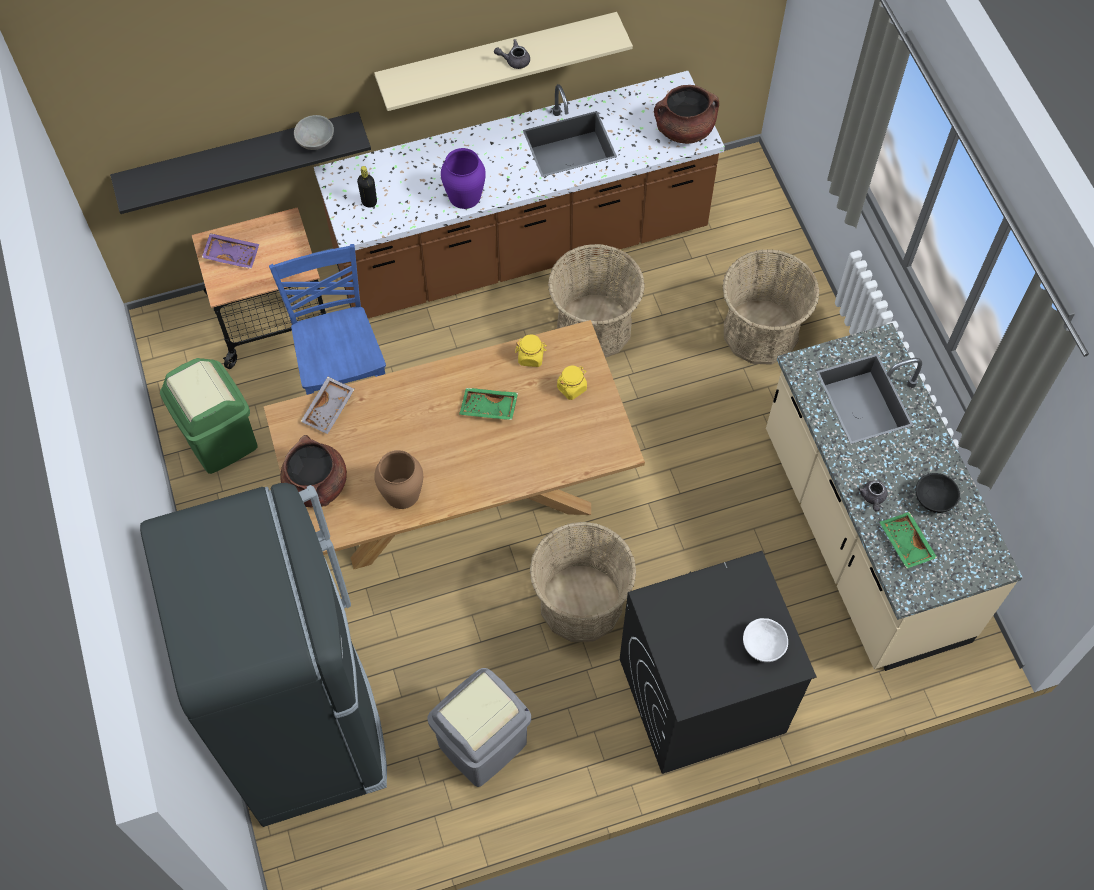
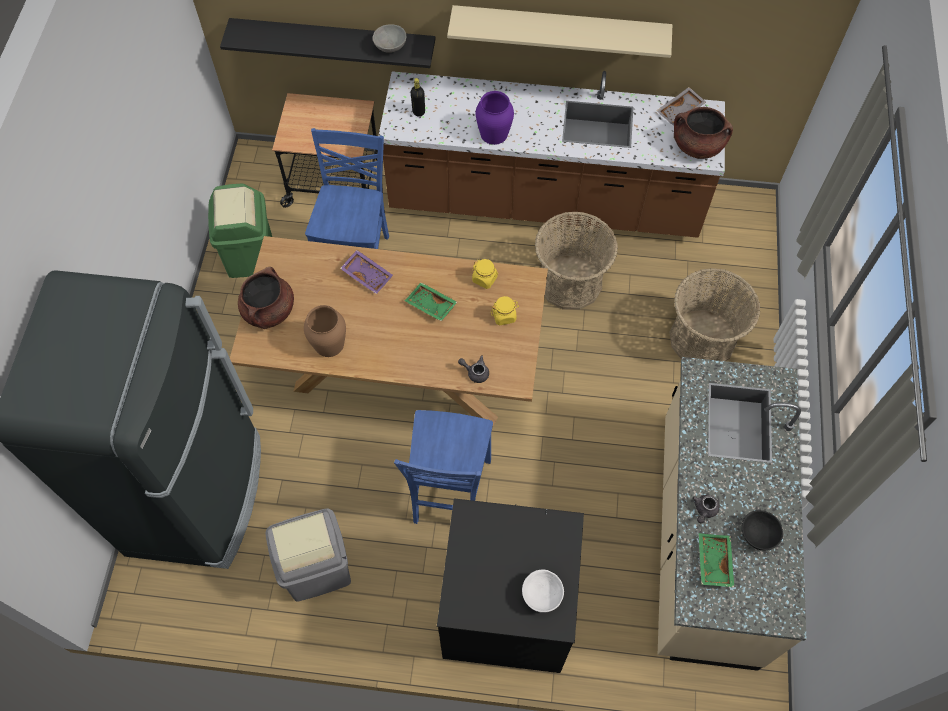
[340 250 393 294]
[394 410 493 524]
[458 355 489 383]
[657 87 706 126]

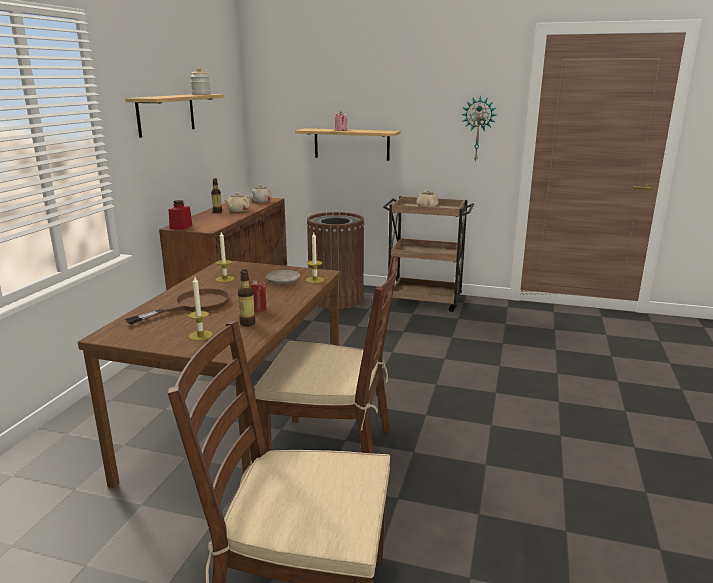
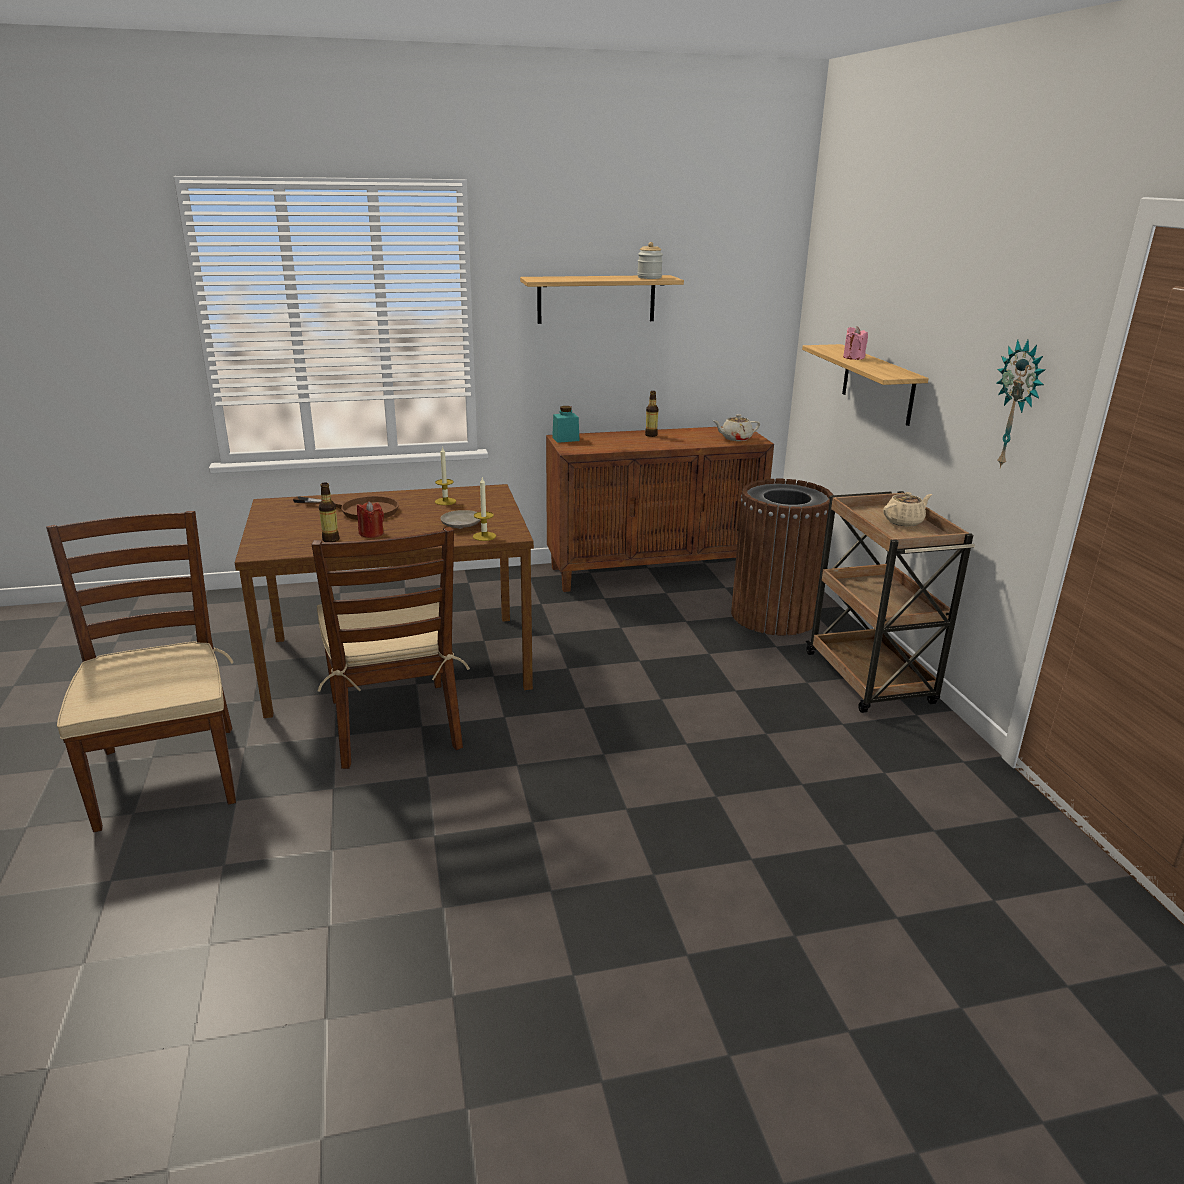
[552 406 580 443]
[188 277 213 341] (first image)
[224 192 250 212] (first image)

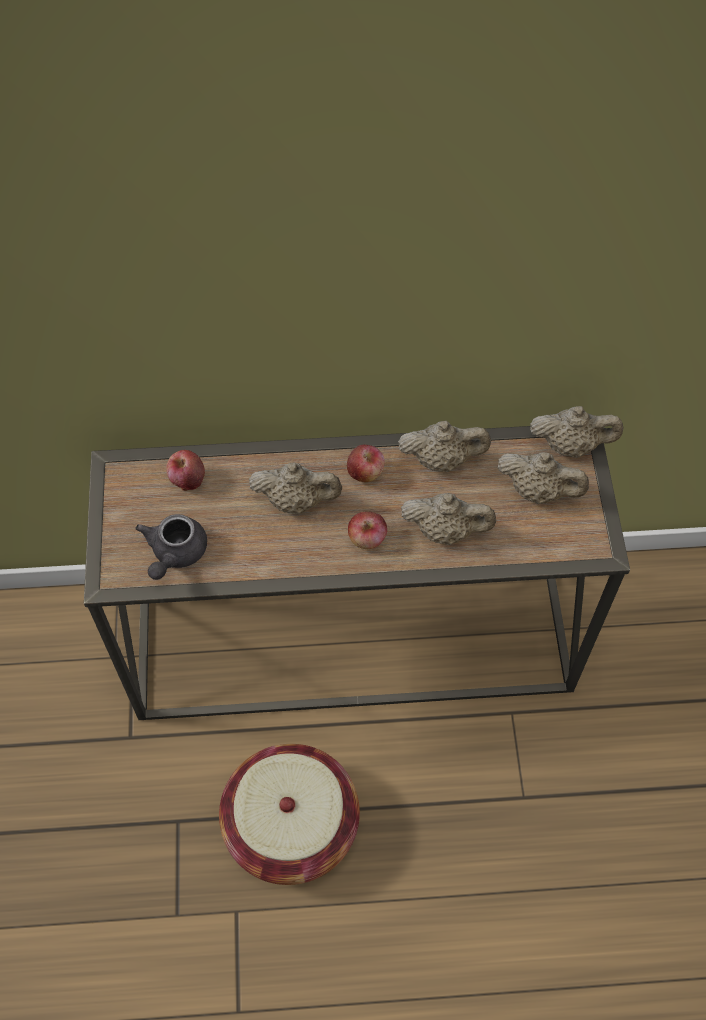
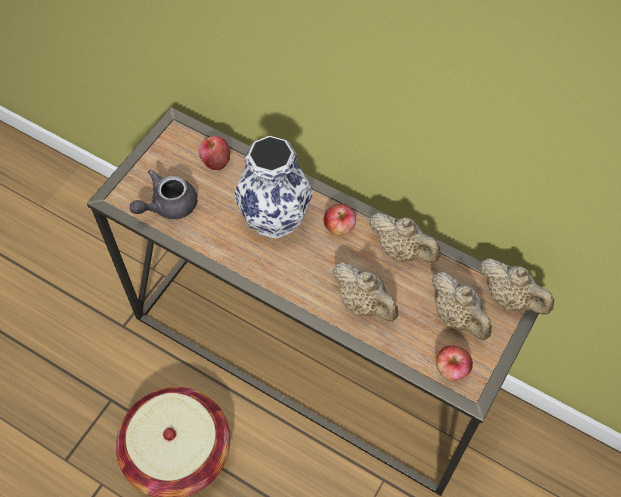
[234 136 313 239]
[436 345 473 381]

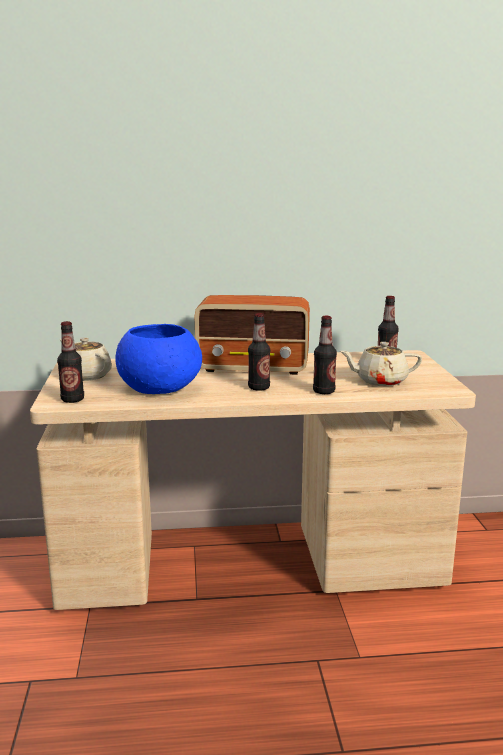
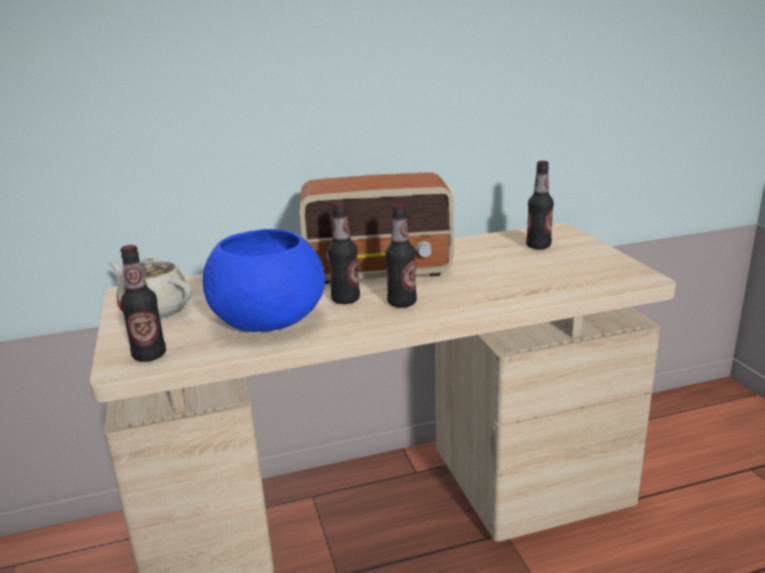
[328 202 360 304]
[340 342 422 386] (first image)

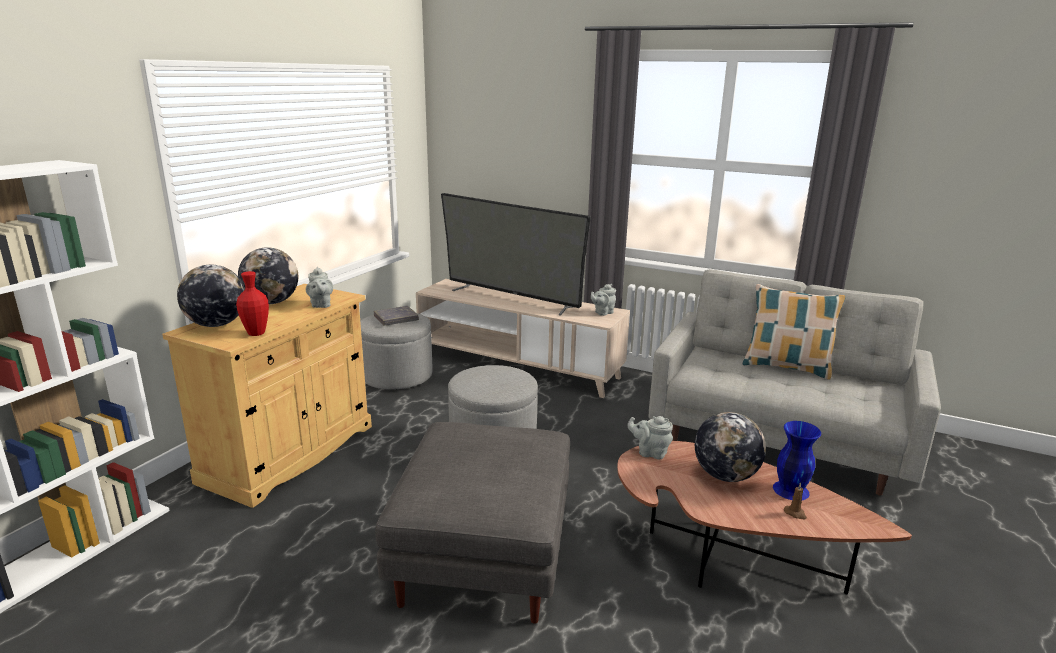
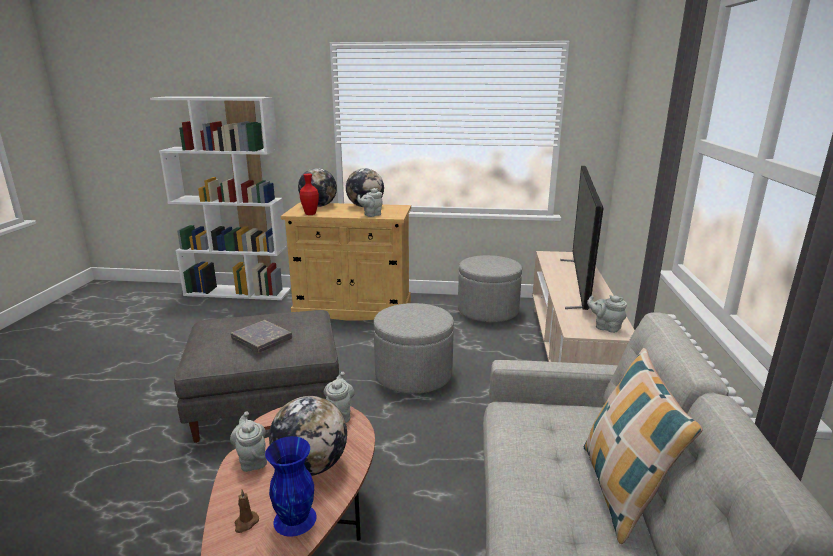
[230 411 267 472]
[231 320 292 353]

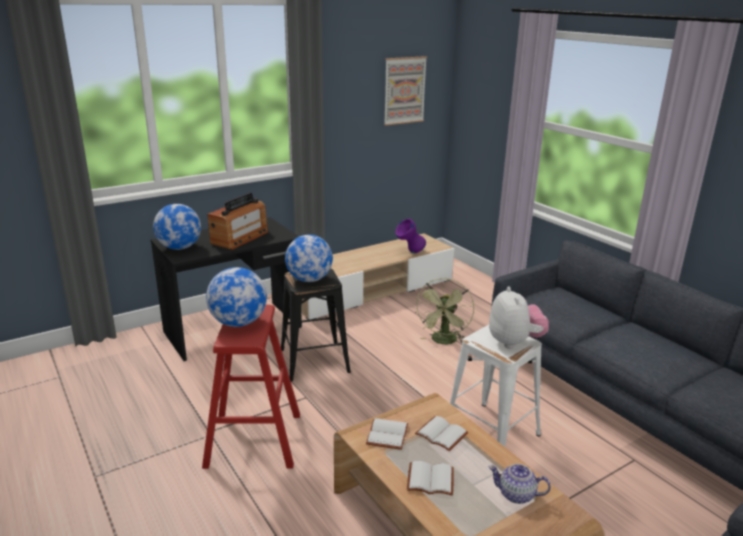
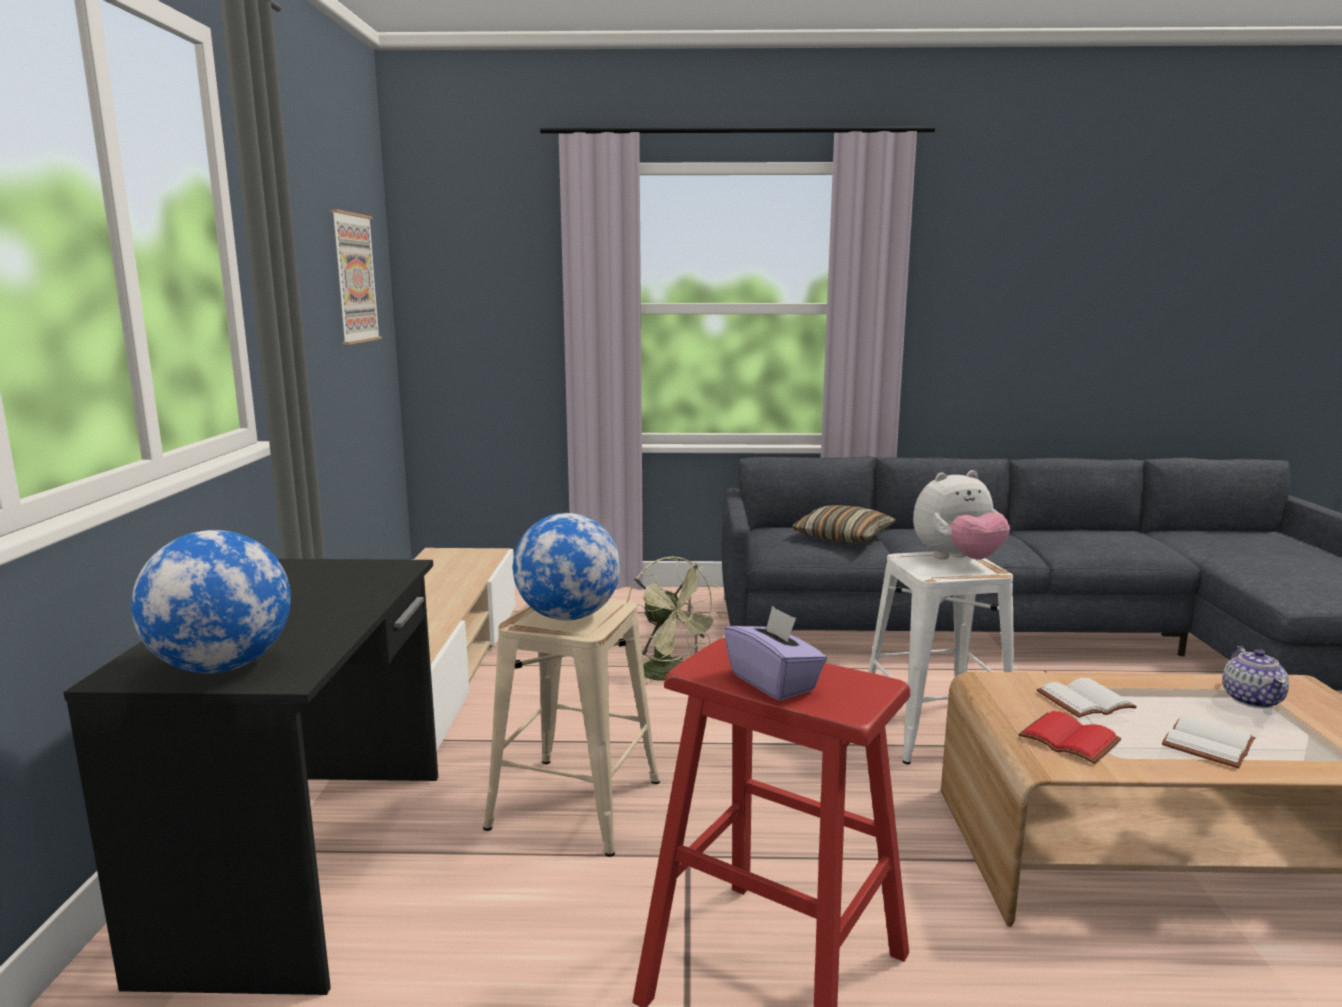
[483 599 660 857]
[724 606 827 701]
[792 505 896 542]
[913 470 1010 560]
[1018 711 1121 764]
[1222 646 1289 708]
[207 193 268 250] (first image)
[395 219 426 253] (first image)

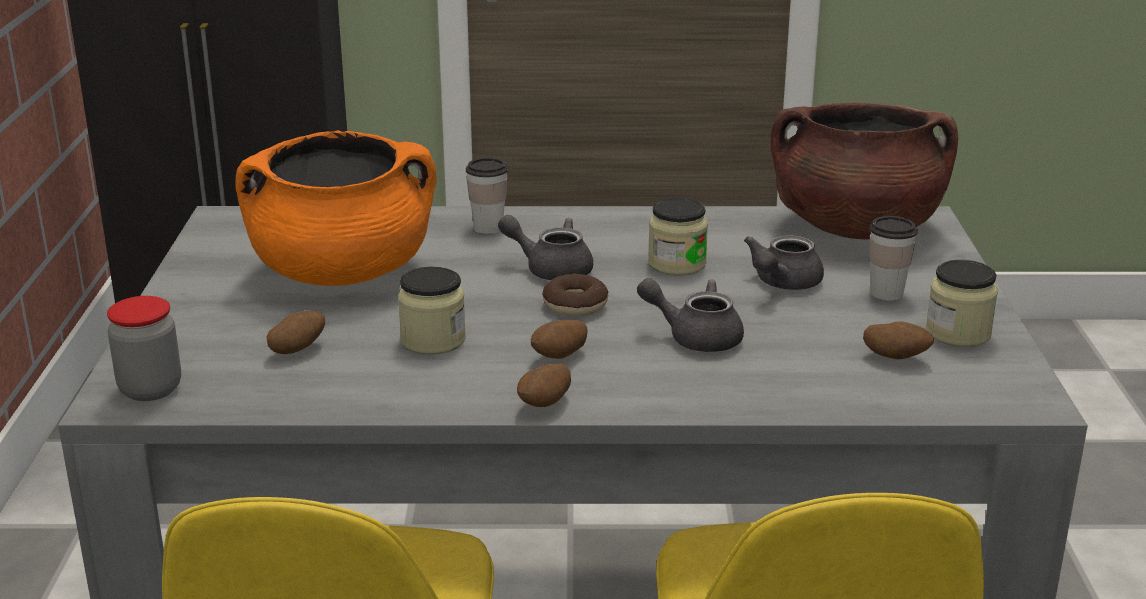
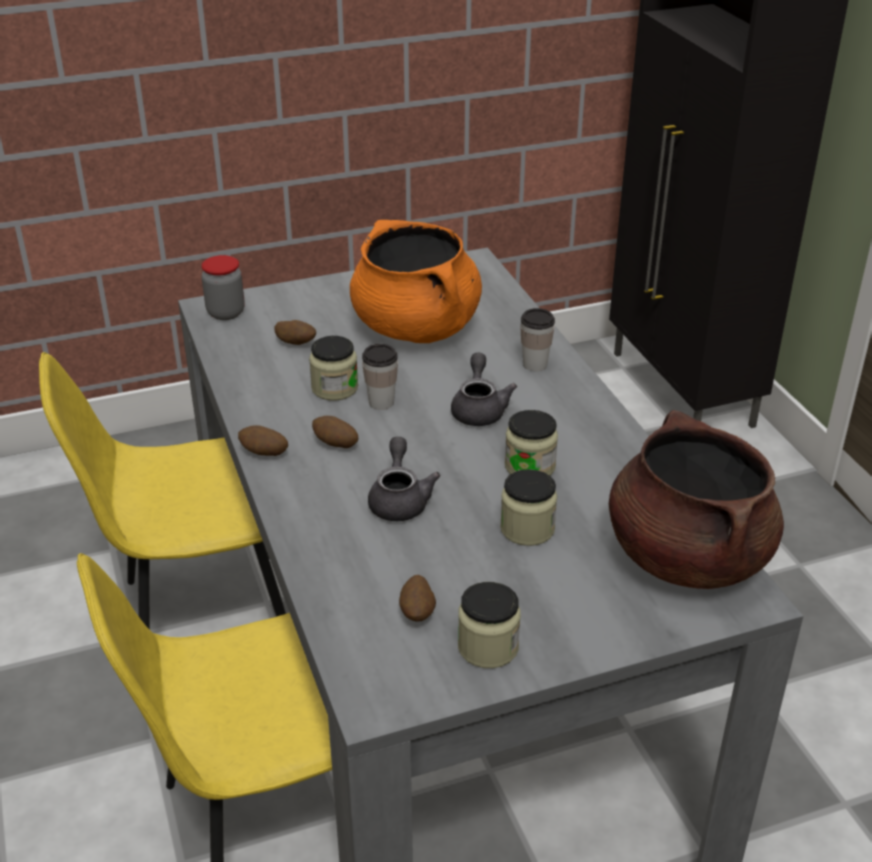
[362 344 398 410]
[500 469 557 546]
[542 274 608 316] (first image)

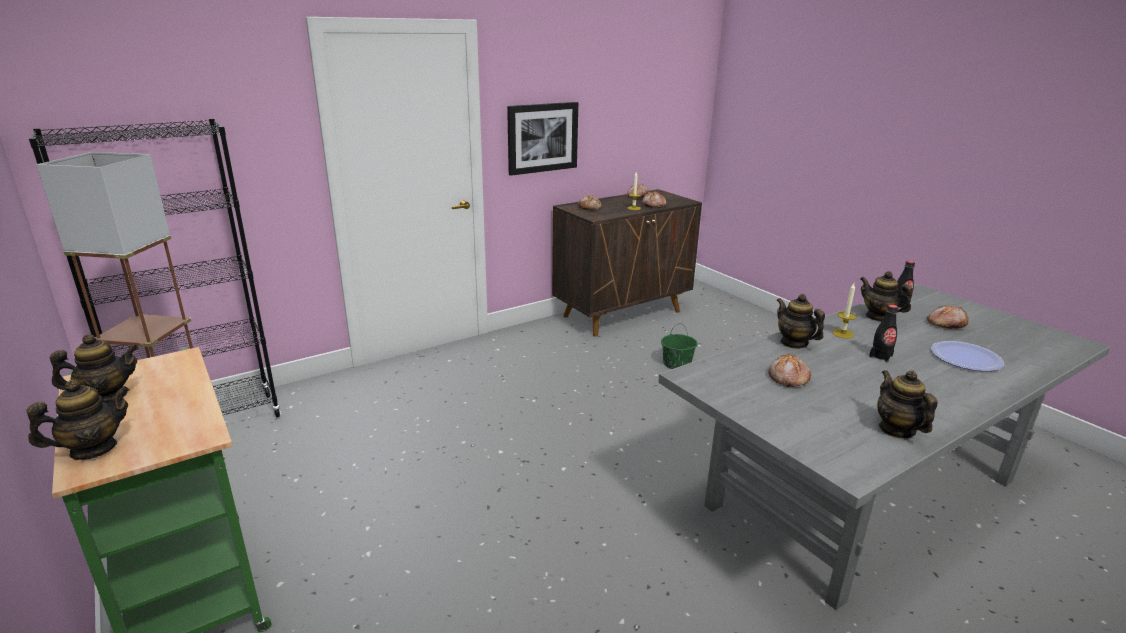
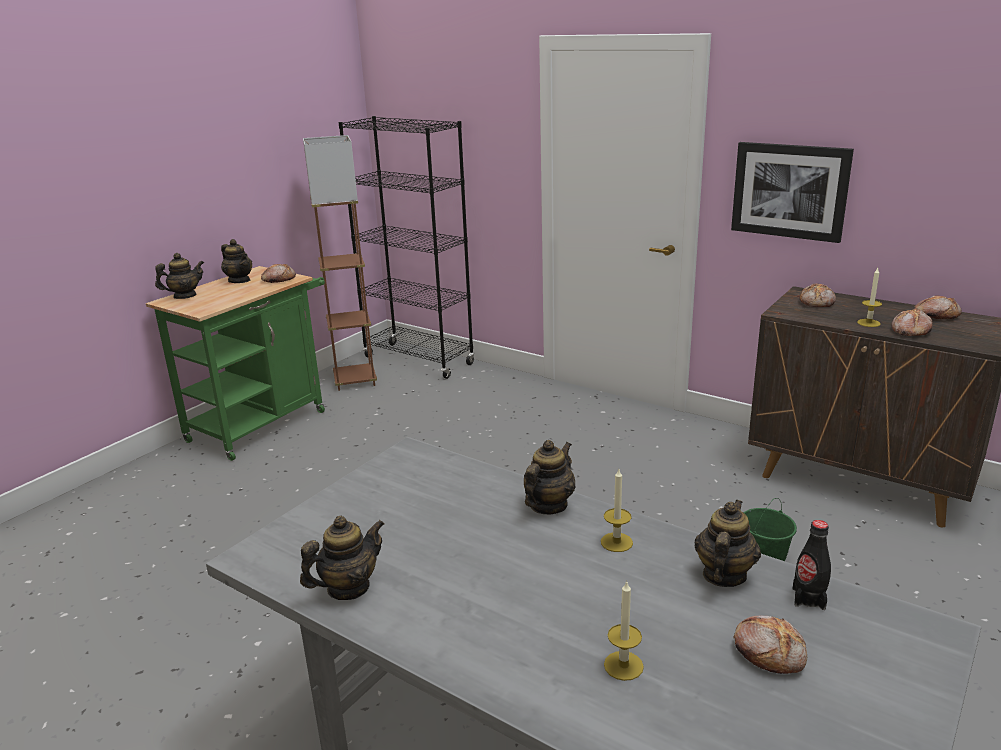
[155 253 204 299]
[261 264 296 283]
[604 581 644 681]
[869 304 898 362] (first image)

